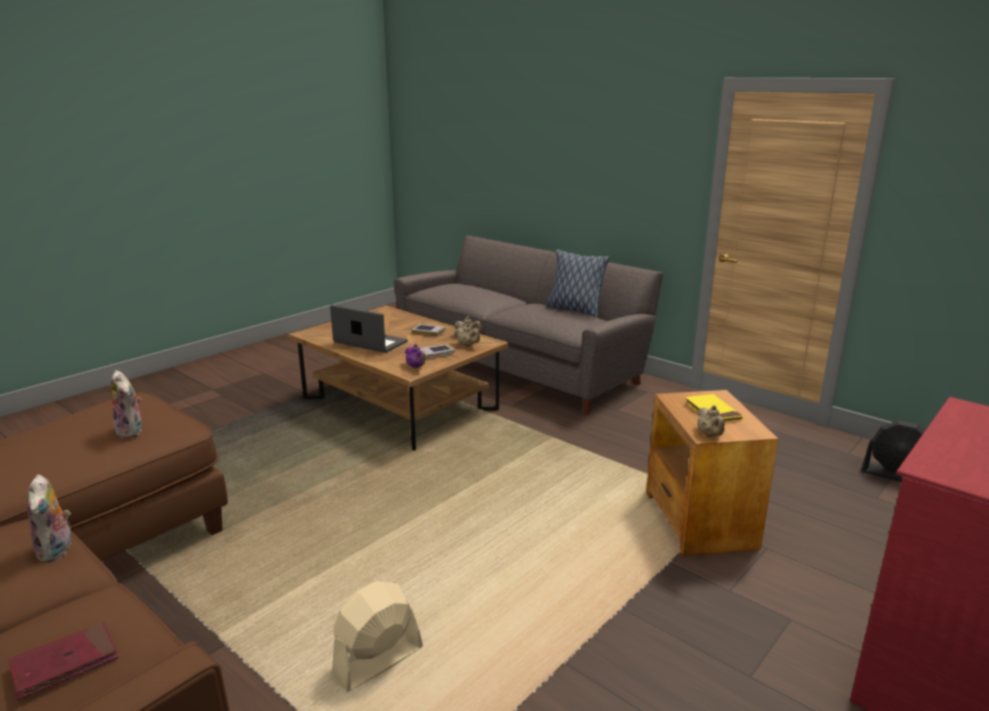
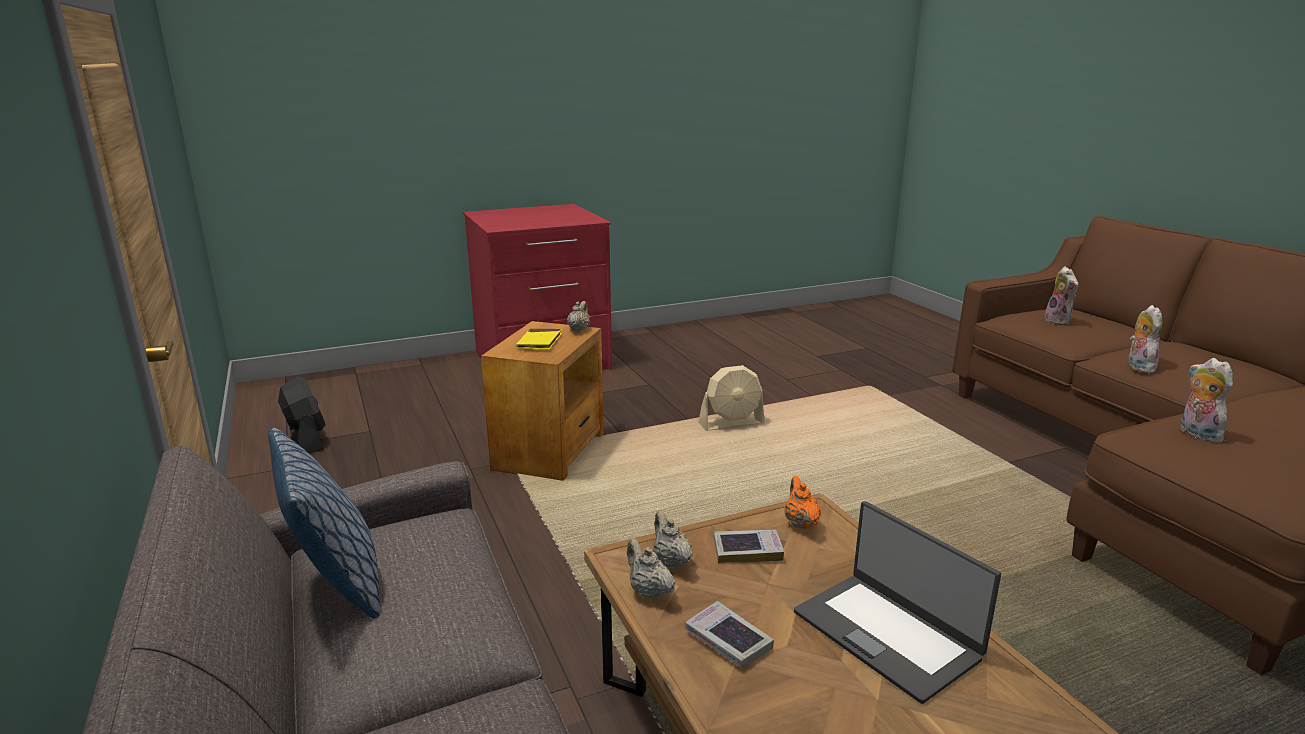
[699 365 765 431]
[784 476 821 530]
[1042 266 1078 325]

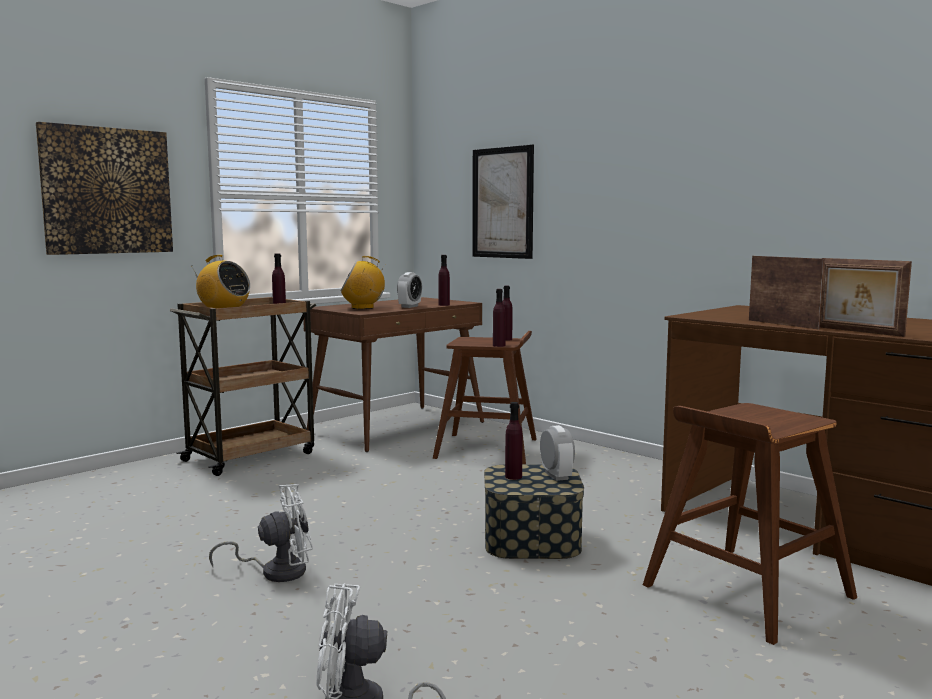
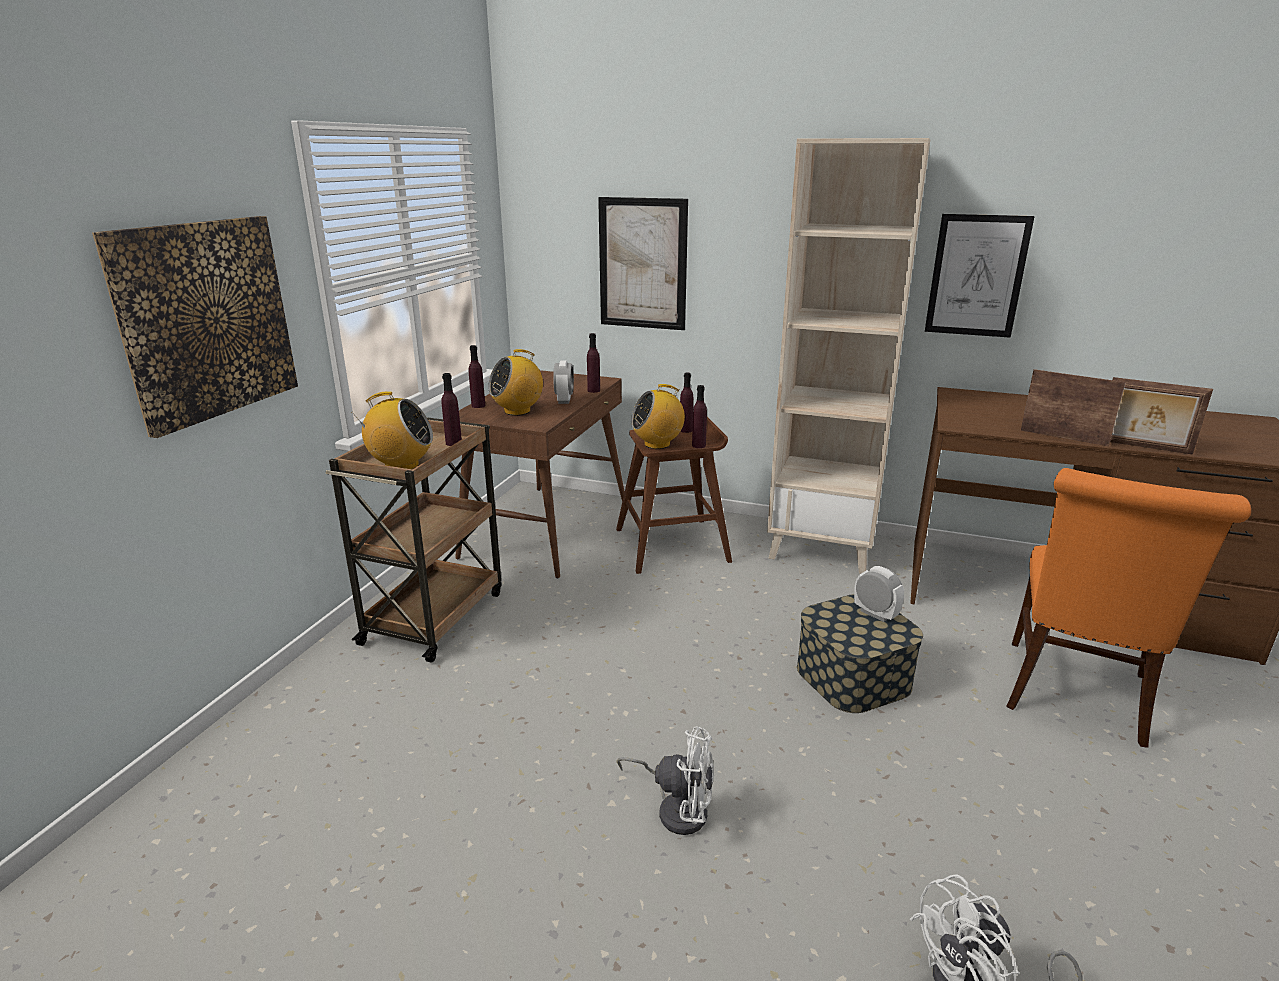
[469 345 485 408]
[617 726 714 835]
[631 384 685 449]
[767 138 931 574]
[925 214 1035 338]
[1006 468 1251 748]

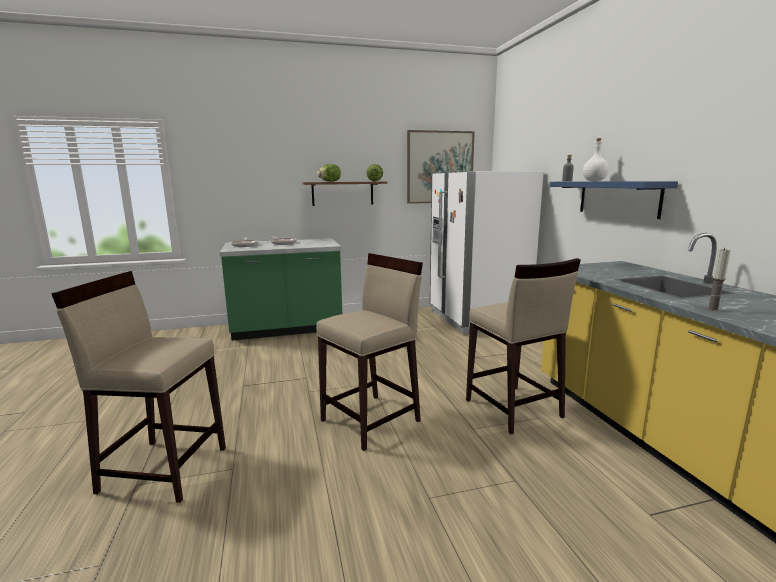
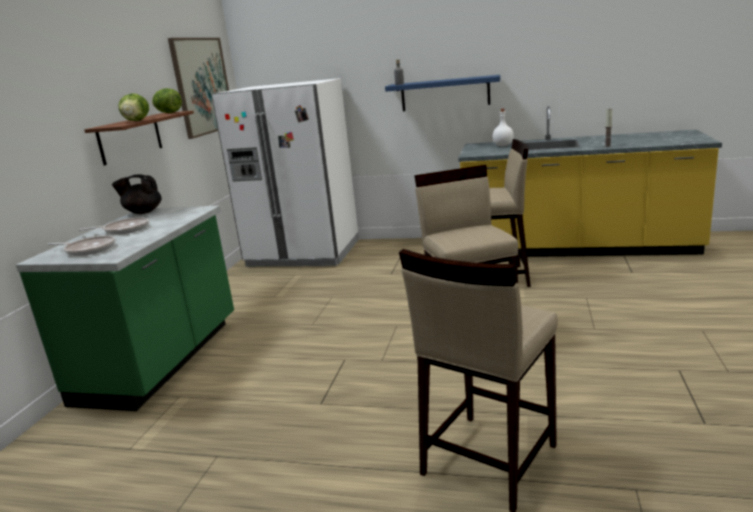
[112 174 162 214]
[493 109 514 146]

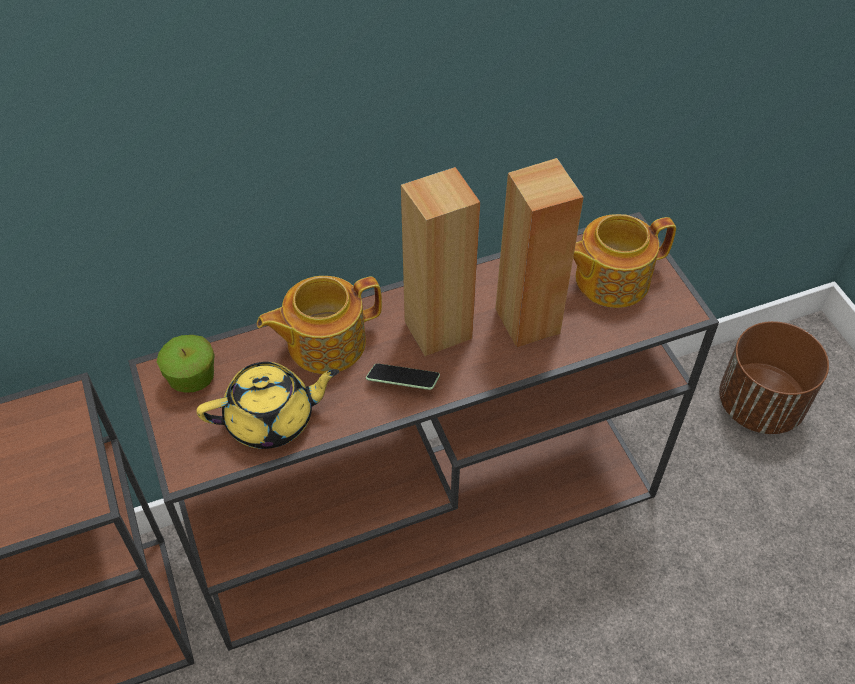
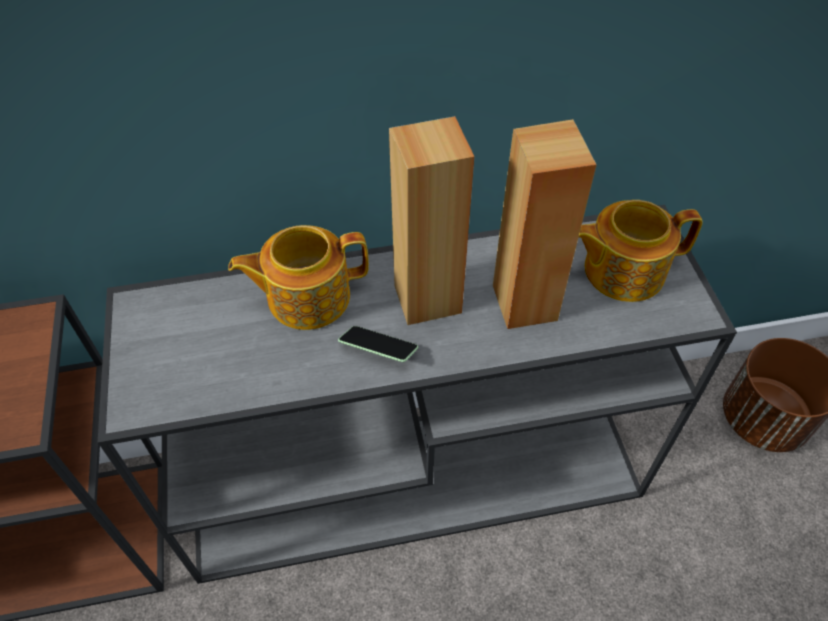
[98 205 737 584]
[157 335 215 393] (first image)
[196 362 339 449] (first image)

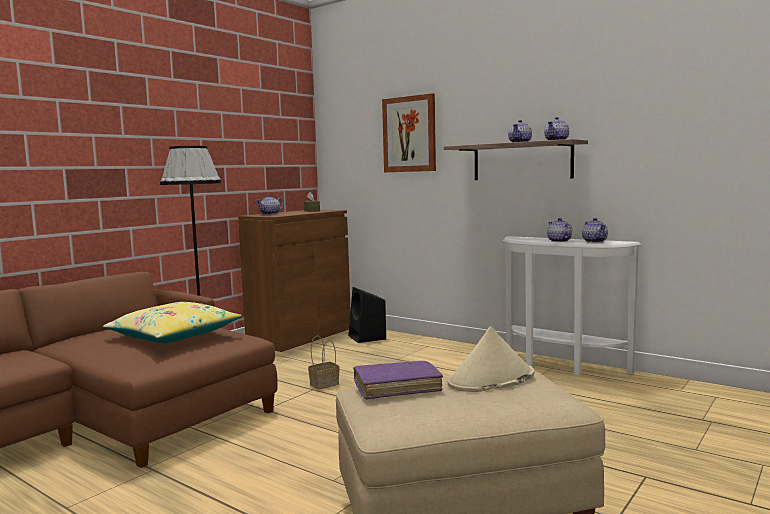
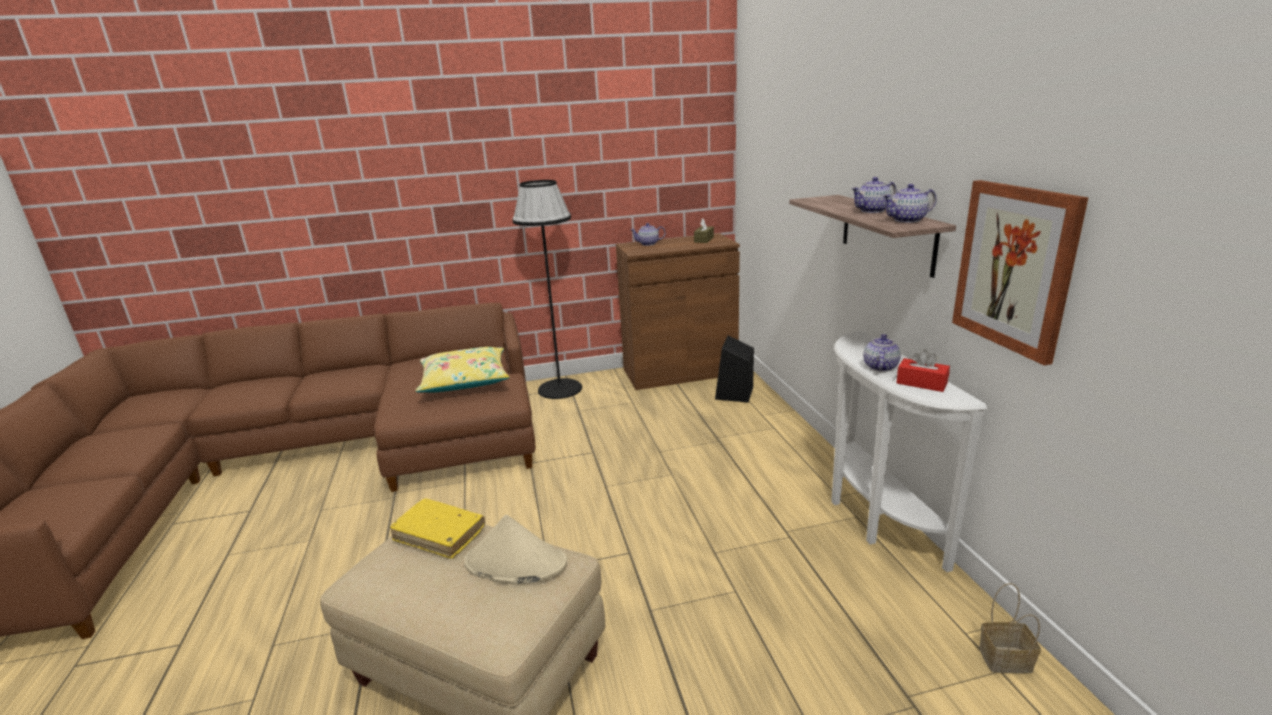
[390 499 485 559]
[896 349 950 392]
[952 180 1089 366]
[979 583 1041 674]

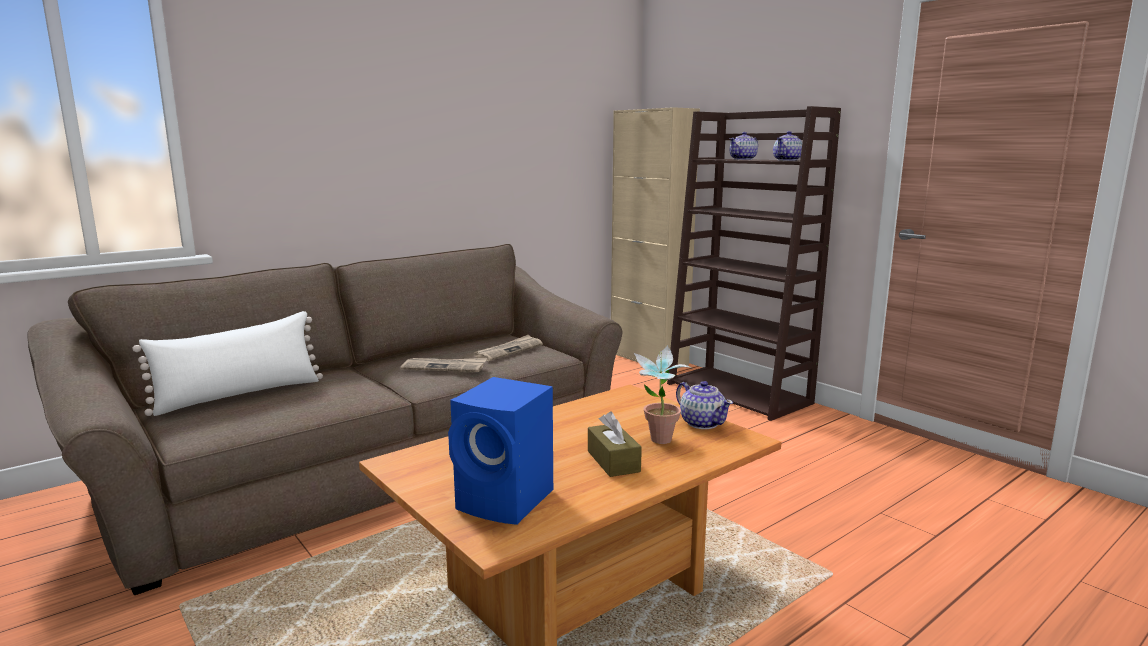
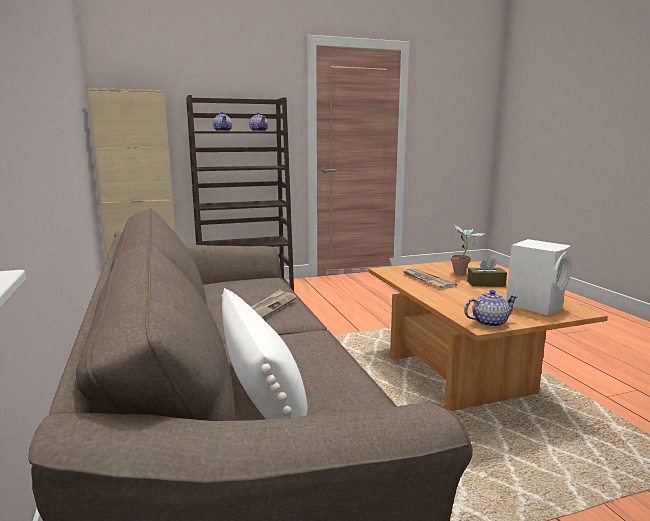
[403 268 457 289]
[464 290 518 327]
[506 239 572 315]

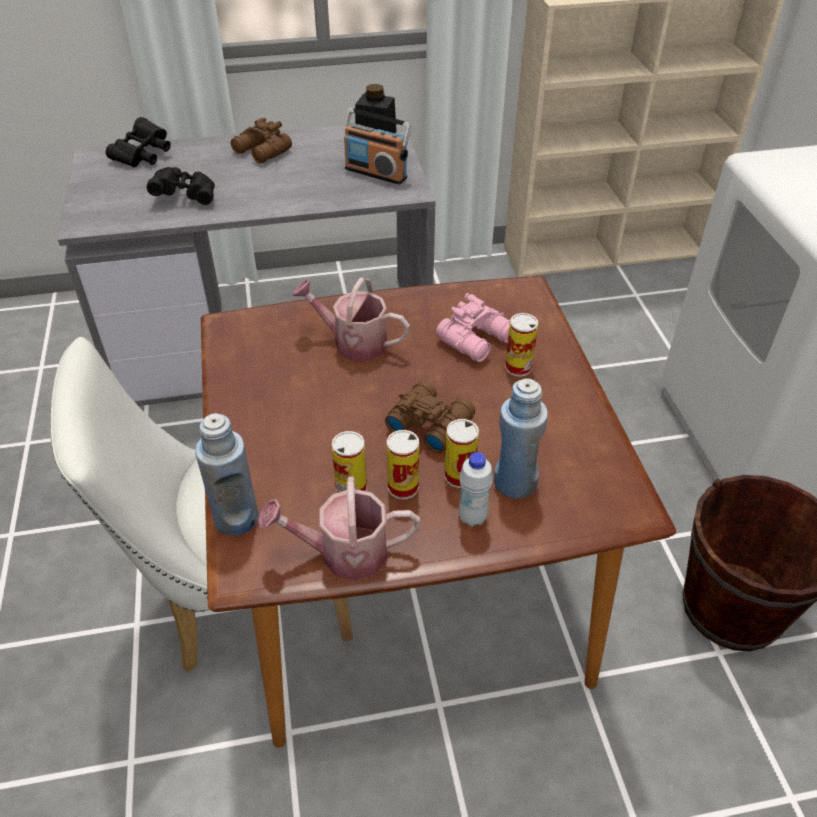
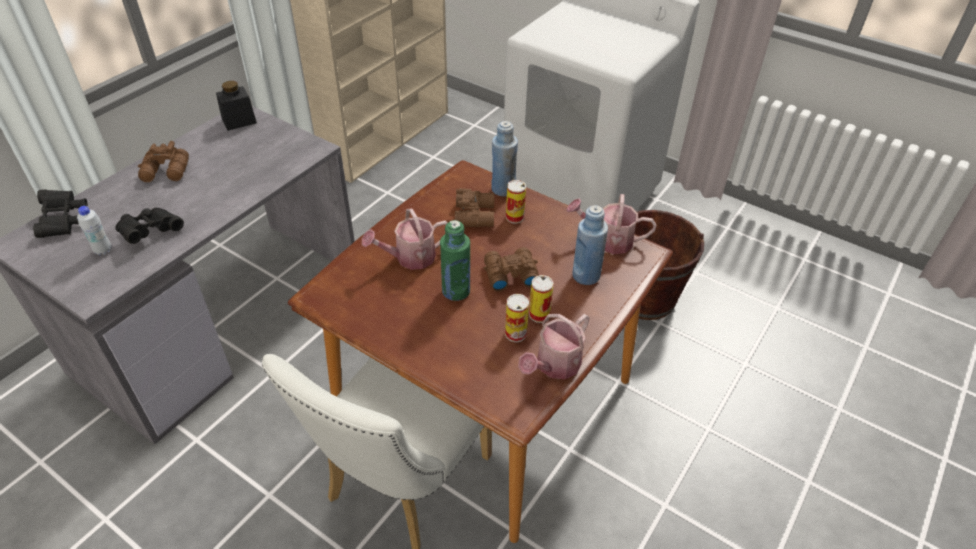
[77 206 111 255]
[440 220 470 301]
[455 188 494 227]
[491 121 518 196]
[566 194 656 254]
[344 108 412 185] (first image)
[444 419 479 488] (first image)

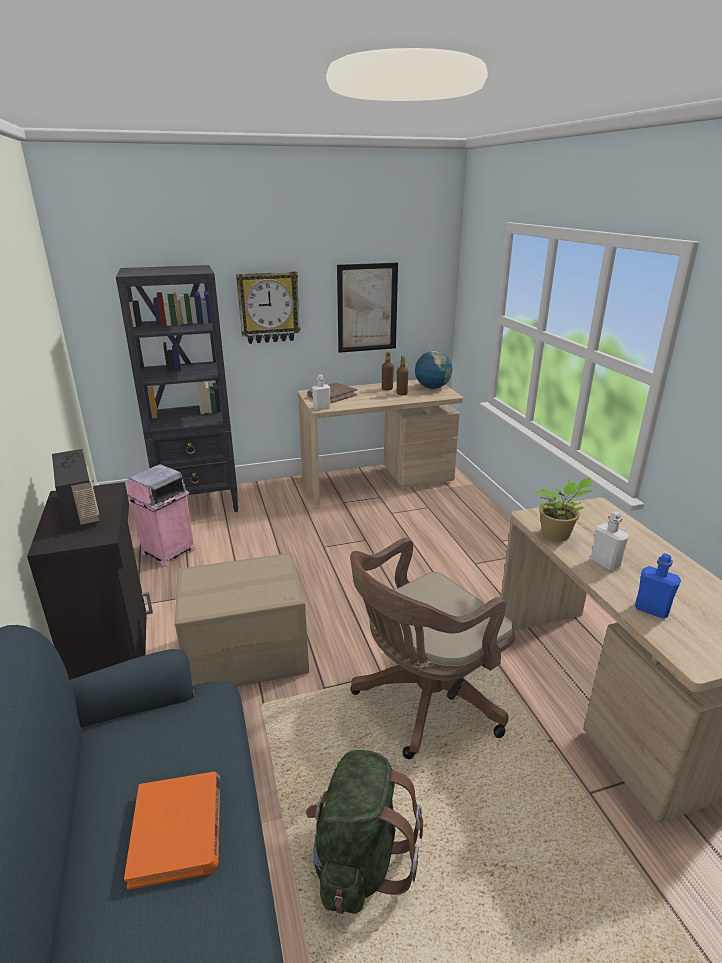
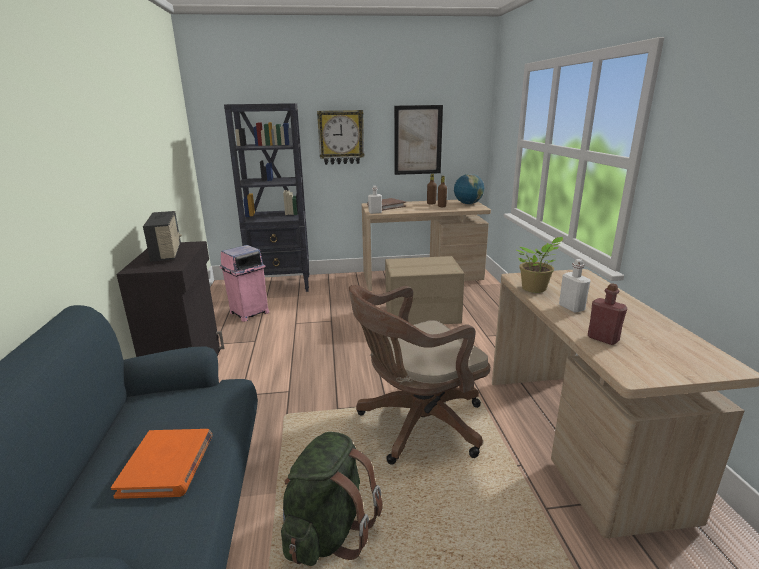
[385 256 464 325]
[588 283 627 345]

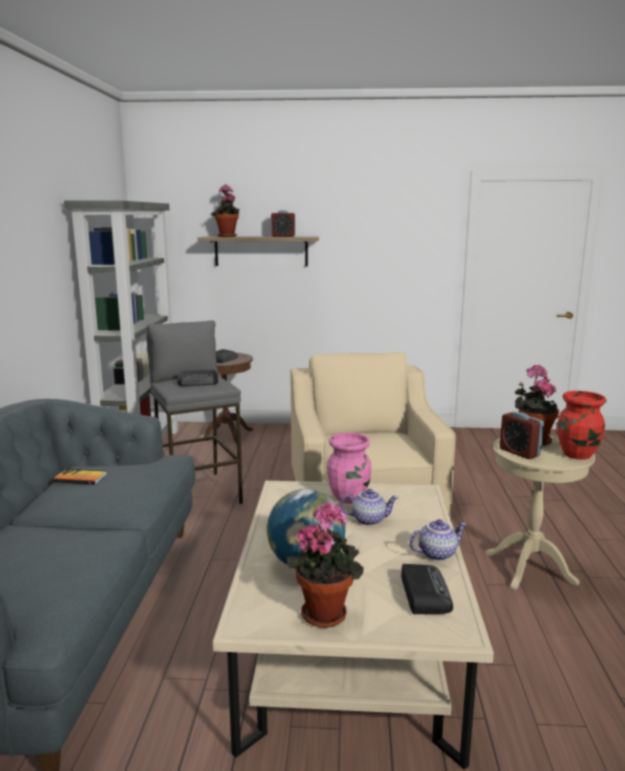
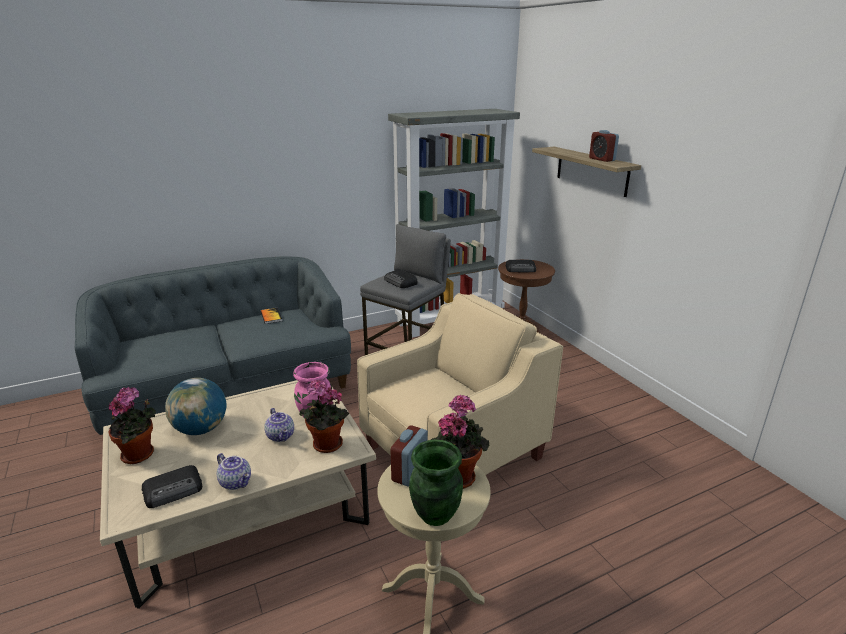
[300 380 349 453]
[409 439 463 526]

